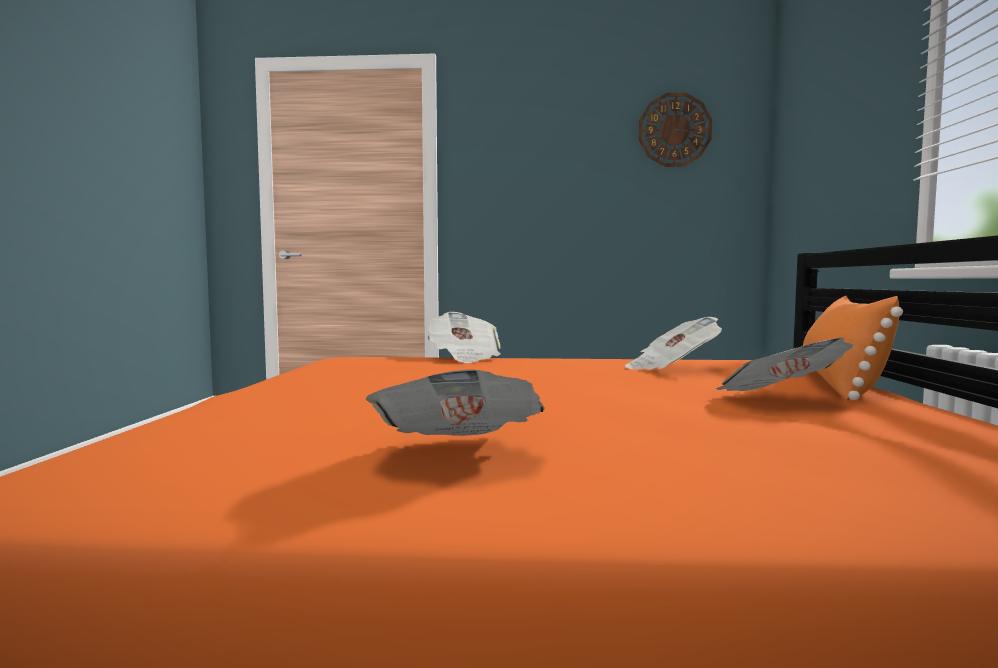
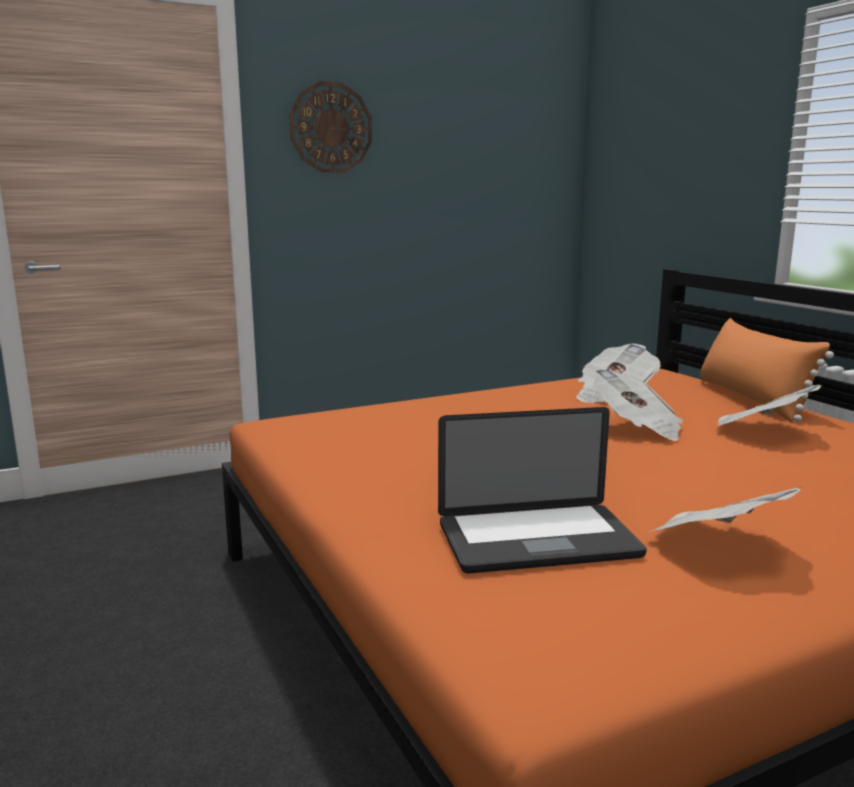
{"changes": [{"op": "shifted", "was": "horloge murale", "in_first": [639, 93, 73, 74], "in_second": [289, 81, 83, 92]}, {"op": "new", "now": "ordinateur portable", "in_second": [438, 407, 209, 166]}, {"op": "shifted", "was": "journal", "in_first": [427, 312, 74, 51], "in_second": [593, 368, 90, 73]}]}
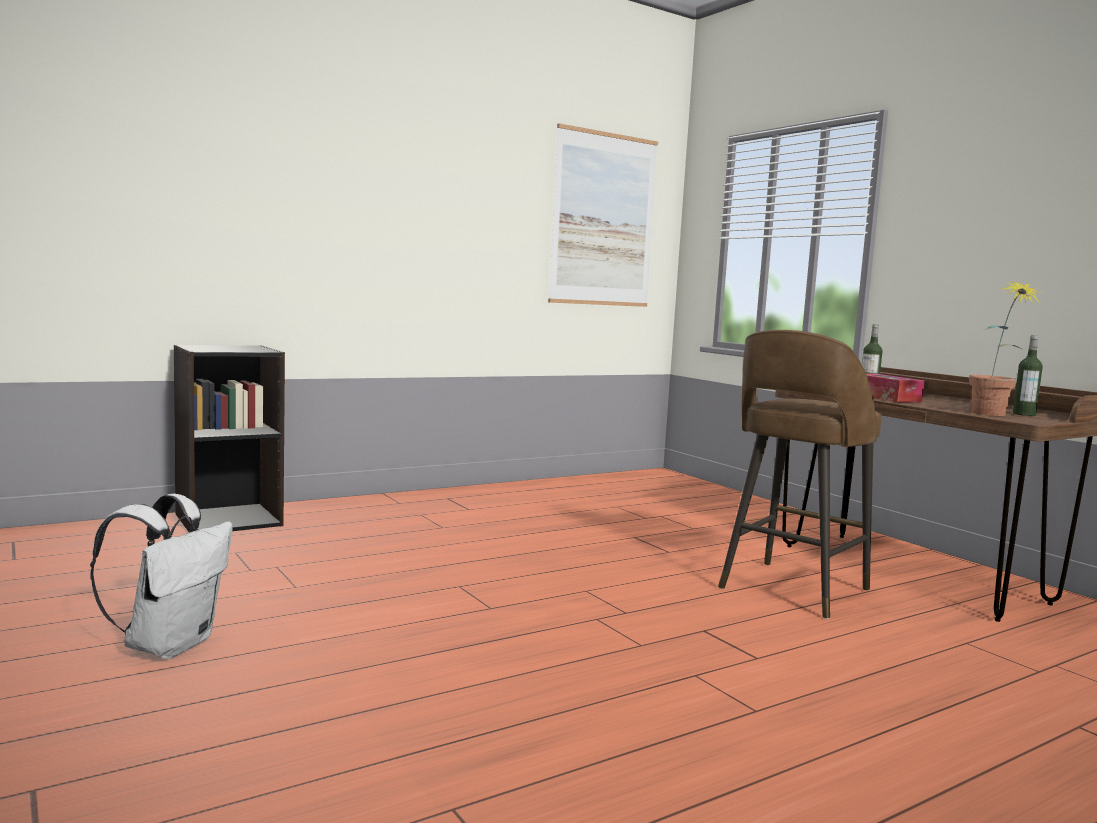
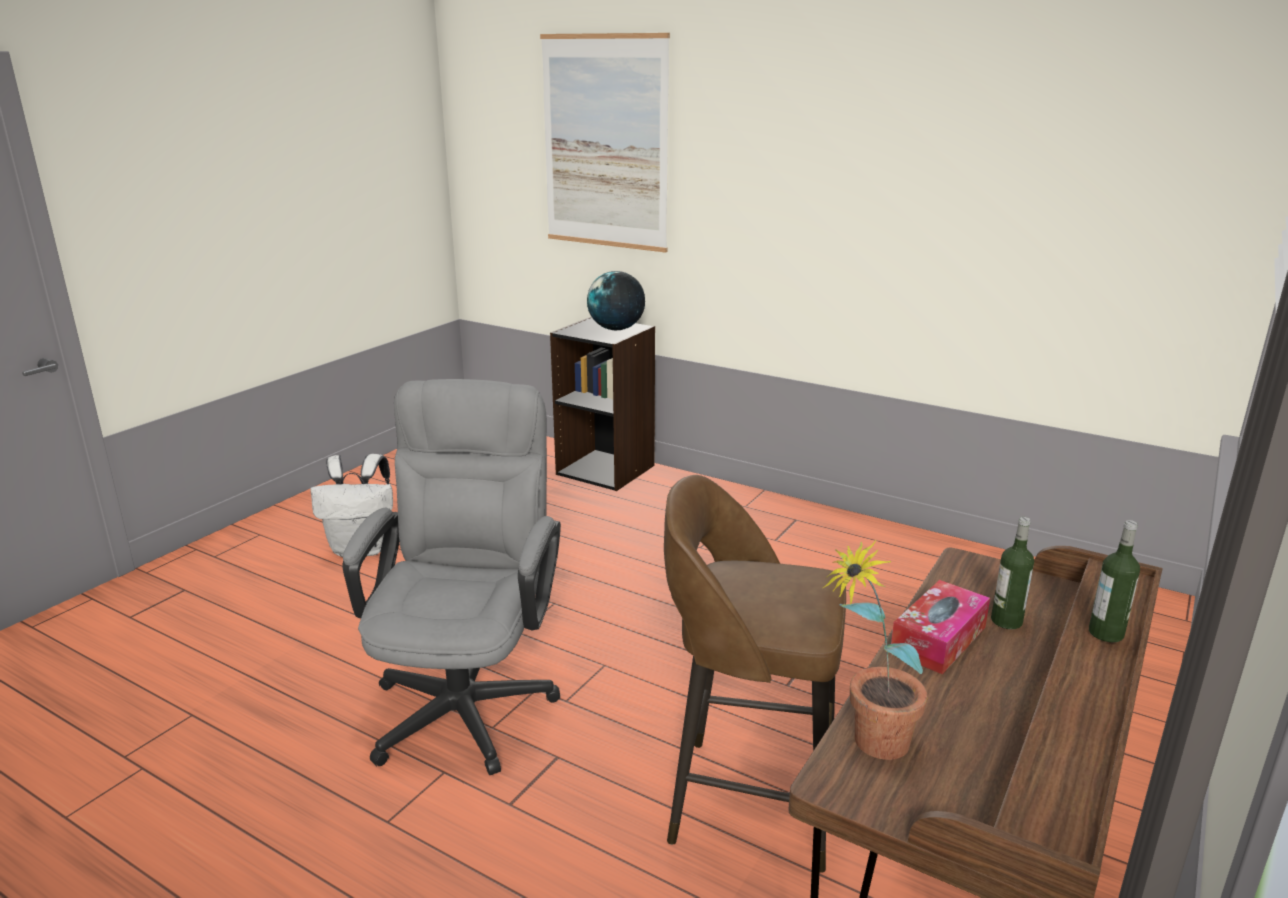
{"changes": [{"op": "new", "now": "chaise de bureau (gris)", "in_second": [343, 379, 218, 396]}, {"op": "shifted", "was": "tableau", "in_first": [548, 123, 110, 184], "in_second": [540, 33, 130, 220]}, {"op": "new", "now": "globe", "in_second": [587, 271, 58, 59]}, {"op": "shifted", "was": "bouteille", "in_first": [1013, 335, 30, 81], "in_second": [1089, 520, 51, 122]}]}
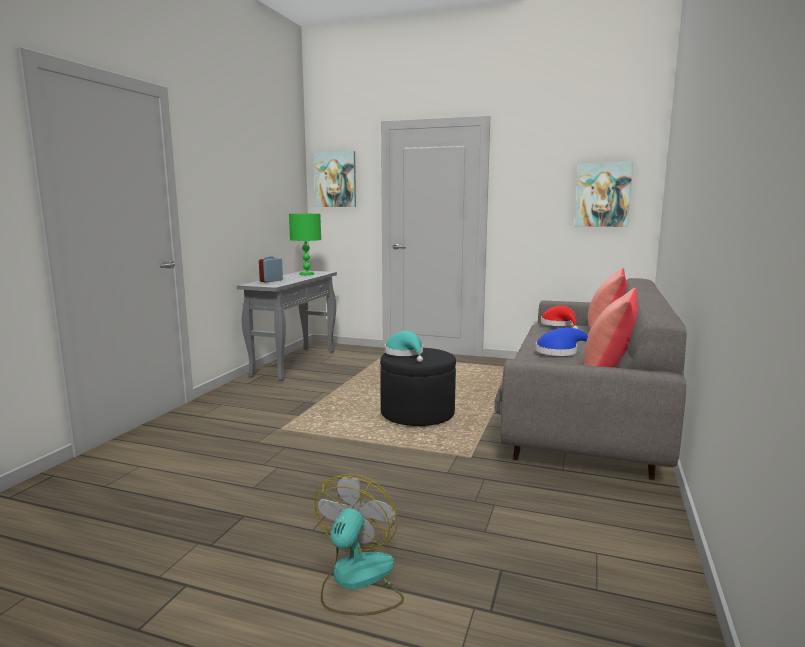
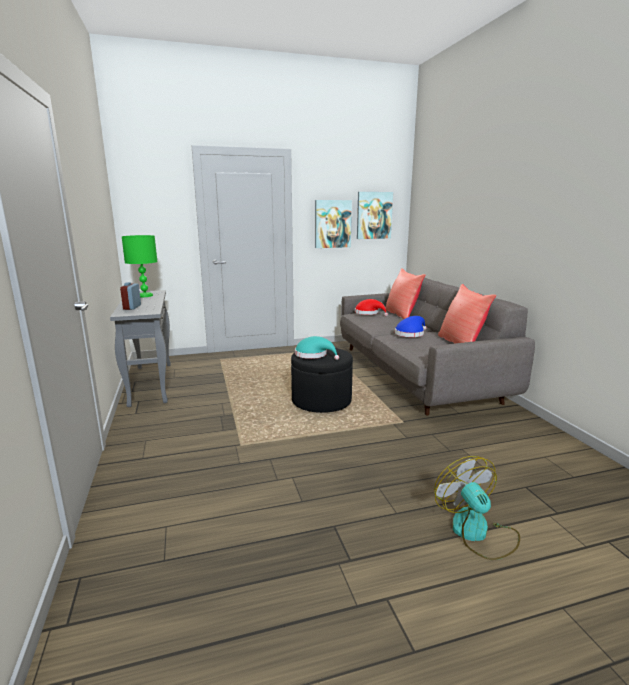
{"changes": [{"op": "shifted", "was": "tableau", "in_first": [314, 151, 42, 56], "in_second": [315, 200, 37, 48]}]}
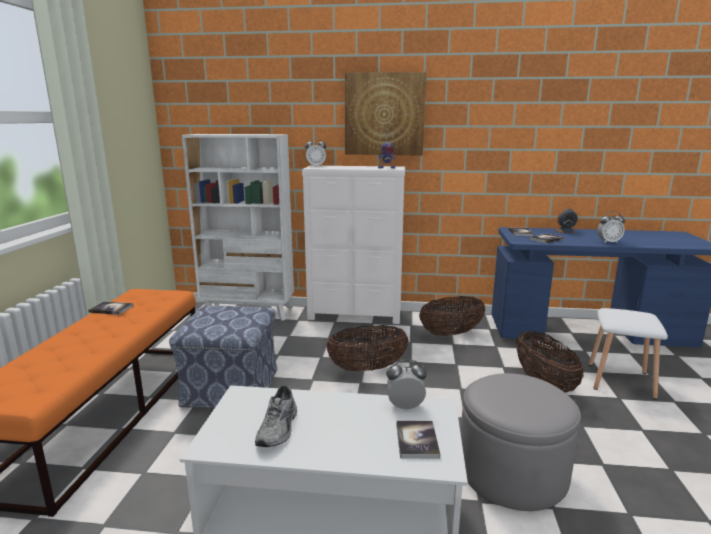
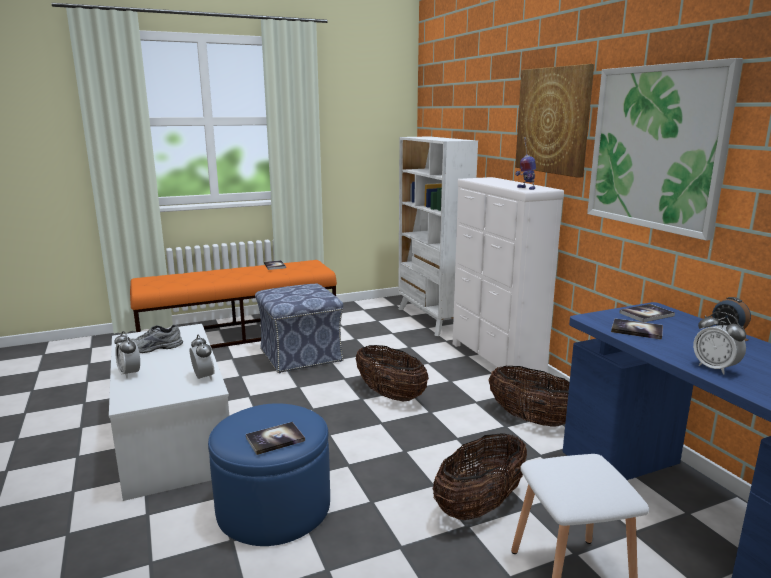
{"changes": [{"op": "shifted", "was": "réveil", "in_first": [305, 138, 21, 29], "in_second": [114, 331, 26, 47]}, {"op": "repainted", "was": "pouf (gris)", "now": "pouf (bleu)", "in_first": [461, 373, 120, 138], "in_second": [208, 403, 122, 143]}, {"op": "shifted", "was": "livre", "in_first": [396, 421, 44, 38], "in_second": [246, 422, 59, 33]}, {"op": "new", "now": "tableau", "in_second": [587, 58, 156, 183]}]}
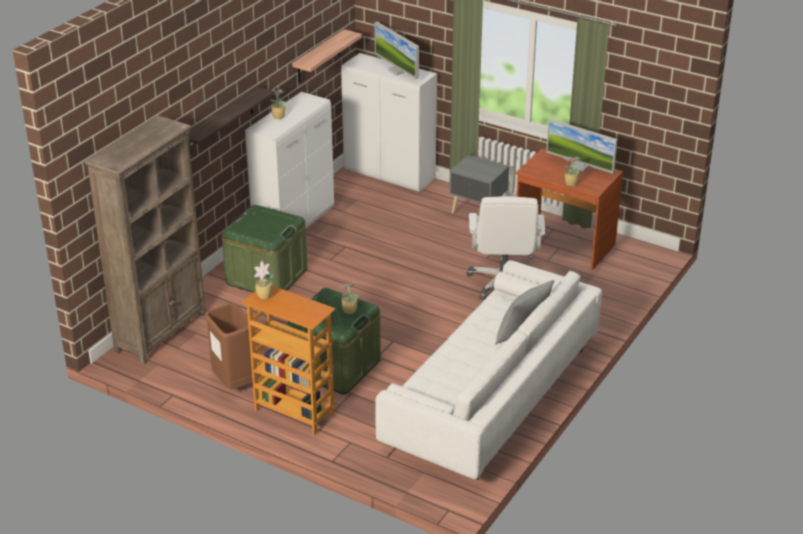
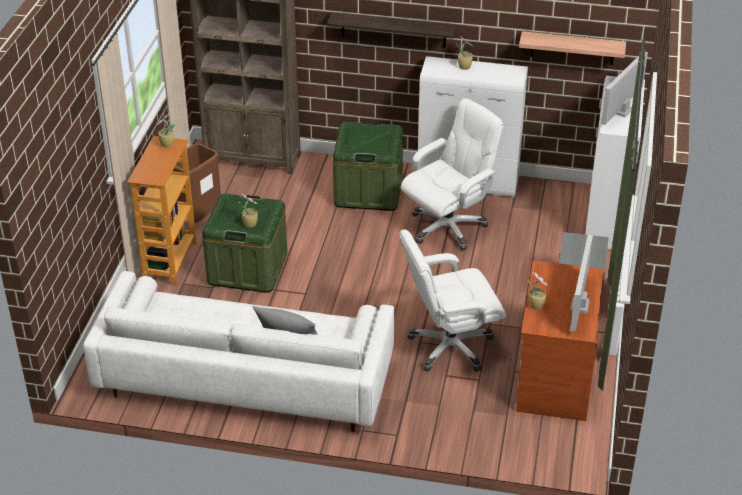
{"changes": [{"op": "new", "now": "chaise de bureau (blanc)", "in_second": [401, 98, 102, 152]}]}
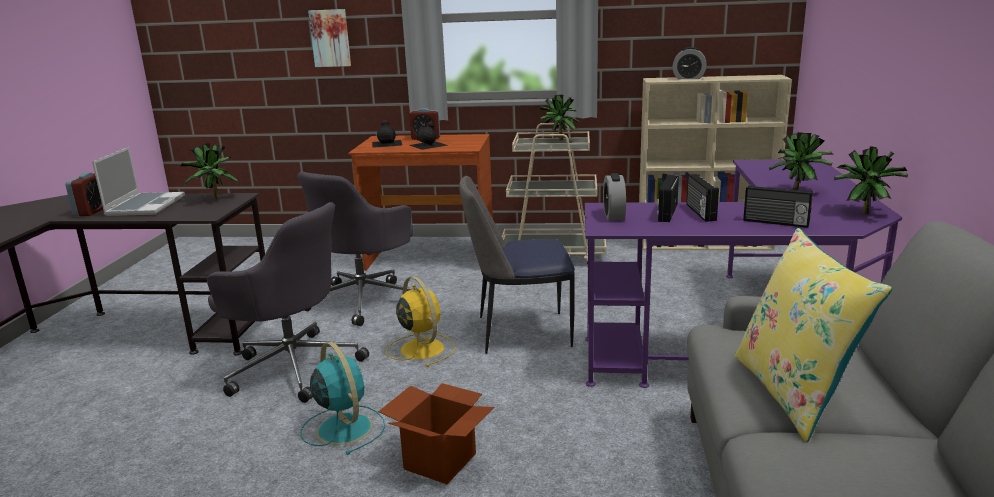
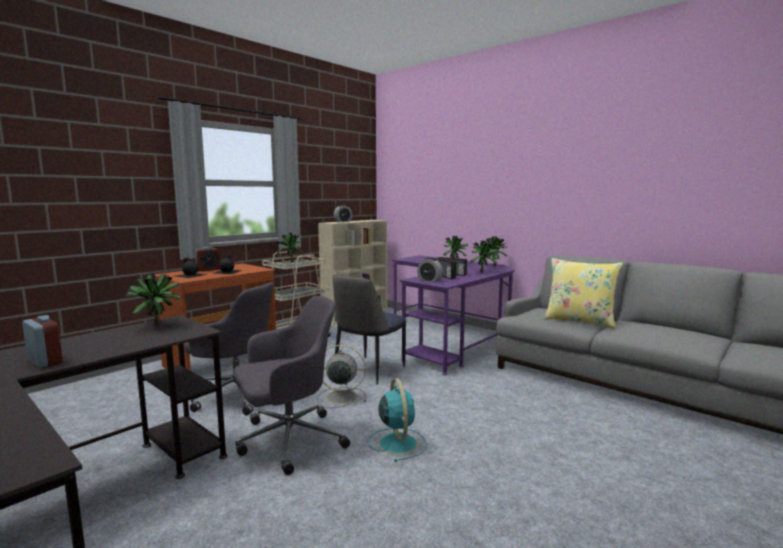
{"changes": [{"op": "rotated", "was": "chaise de bureau (gris)", "in_first": [297, 172, 116, 154], "in_second": [184, 282, 90, 133], "clockwise": -45}, {"op": "repainted", "was": "ventilateur (jaune)", "now": "ventilateur (gris)", "in_first": [386, 276, 70, 91], "in_second": [317, 345, 49, 63]}, {"op": "rotated", "was": "ventilateur (turquoise)", "in_first": [300, 342, 85, 113], "in_second": [368, 378, 58, 84], "clockwise": 75}, {"op": "swapped", "was": "radio", "now": "plante en pot", "in_first": [743, 185, 70, 43], "in_second": [471, 241, 28, 31]}, {"op": "gone", "was": "ordinateur portable", "in_first": [92, 147, 93, 69]}, {"op": "gone", "was": "tableau", "in_first": [308, 9, 43, 58]}, {"op": "gone", "was": "carton", "in_first": [378, 383, 117, 101]}]}
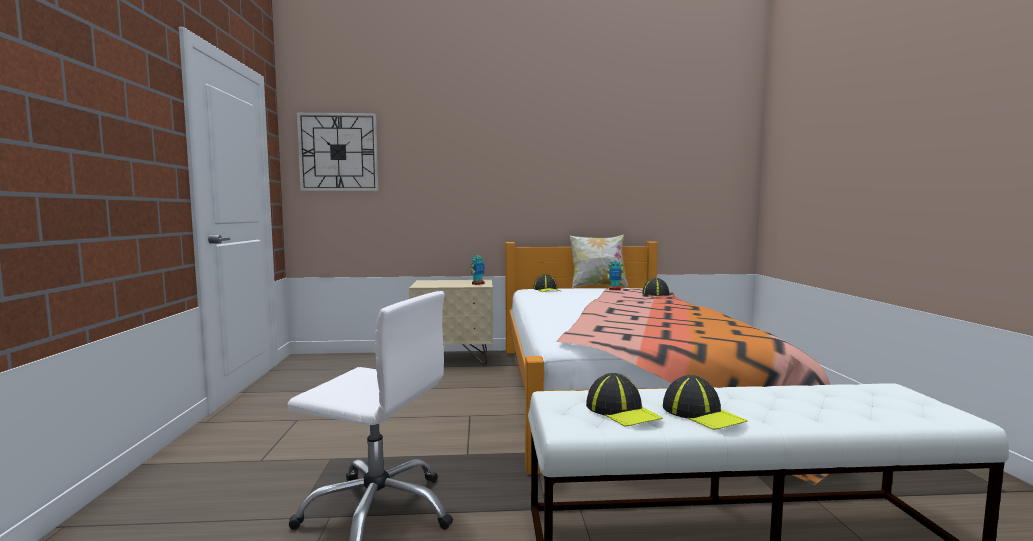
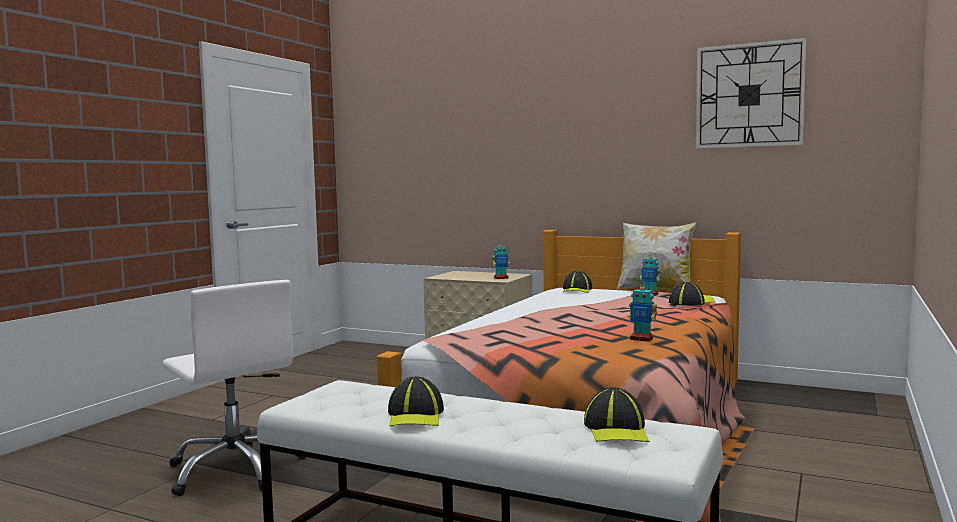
{"changes": [{"op": "shifted", "was": "casquette", "in_first": [586, 373, 77, 54], "in_second": [584, 387, 66, 55]}, {"op": "new", "now": "robot jouet", "in_second": [628, 283, 29, 59]}, {"op": "shifted", "was": "horloge murale", "in_first": [297, 112, 81, 79], "in_second": [696, 38, 111, 111]}]}
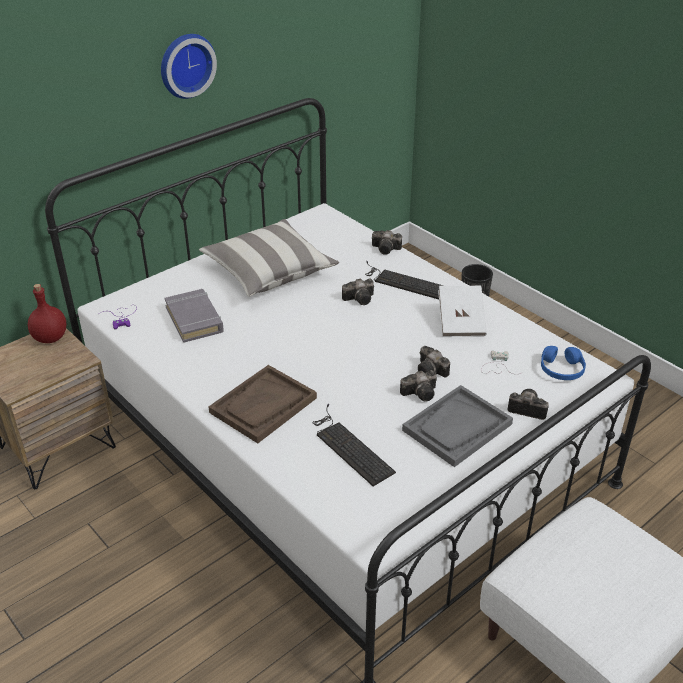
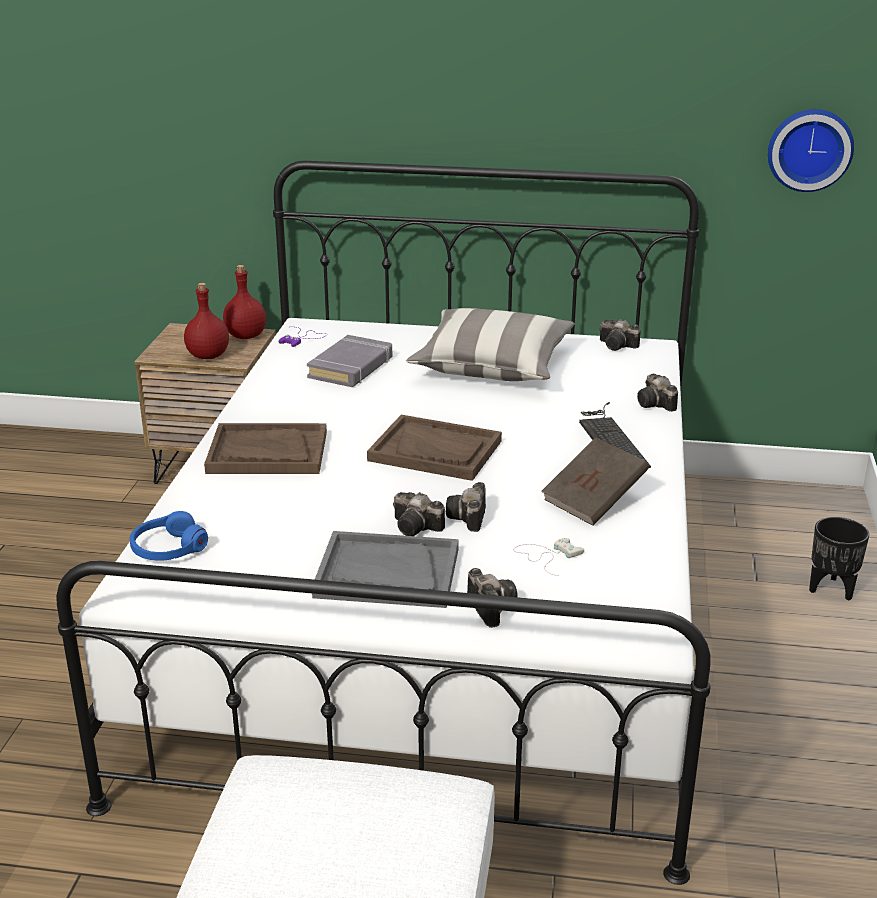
{"changes": [{"op": "shifted", "was": "casque audio (bleu)", "in_first": [541, 346, 45, 34], "in_second": [129, 511, 79, 50]}, {"op": "new", "now": "bouteille (rouge)", "in_second": [184, 283, 45, 76]}, {"op": "new", "now": "plateau (marron)", "in_second": [367, 415, 135, 66]}, {"op": "repainted", "was": "livre (blanc)", "now": "livre (marron)", "in_first": [438, 286, 49, 51], "in_second": [541, 437, 107, 89]}, {"op": "shifted", "was": "appareil photo", "in_first": [342, 278, 32, 27], "in_second": [599, 319, 42, 32]}, {"op": "shifted", "was": "horloge murale", "in_first": [161, 34, 56, 65], "in_second": [768, 109, 86, 83]}, {"op": "gone", "was": "clavier", "in_first": [312, 404, 84, 82]}]}
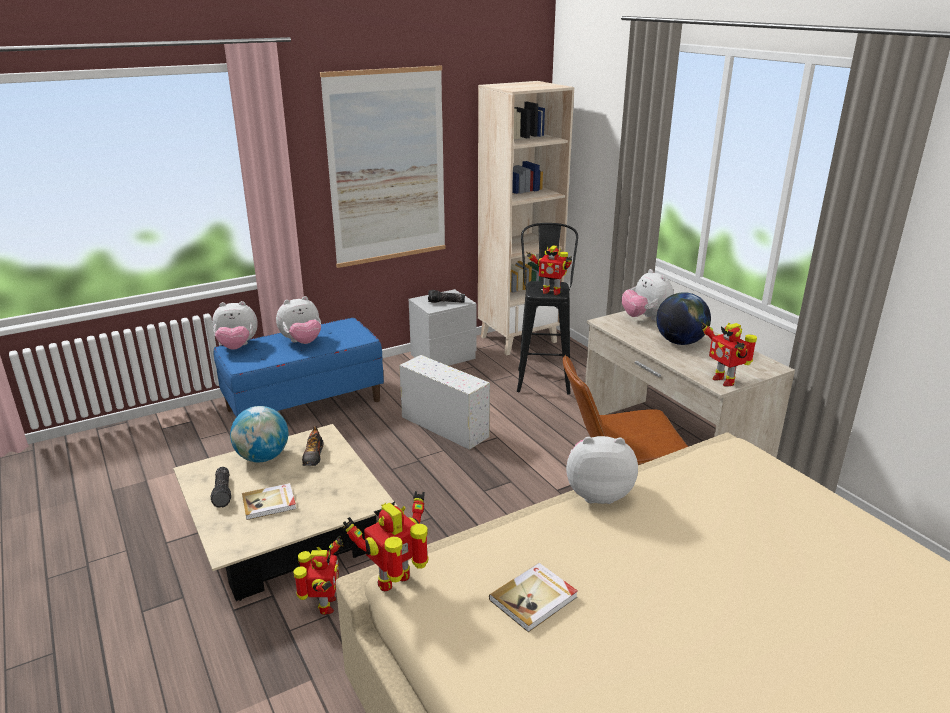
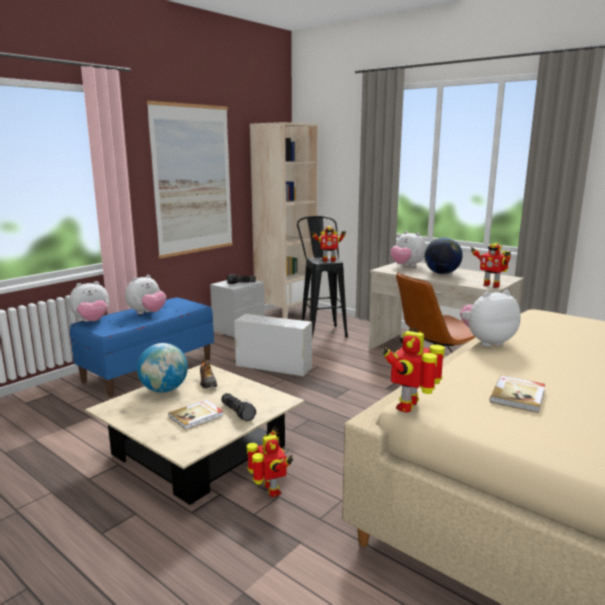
{"changes": [{"op": "shifted", "was": "lampe de poche", "in_first": [210, 467, 21, 41], "in_second": [221, 393, 35, 28]}]}
